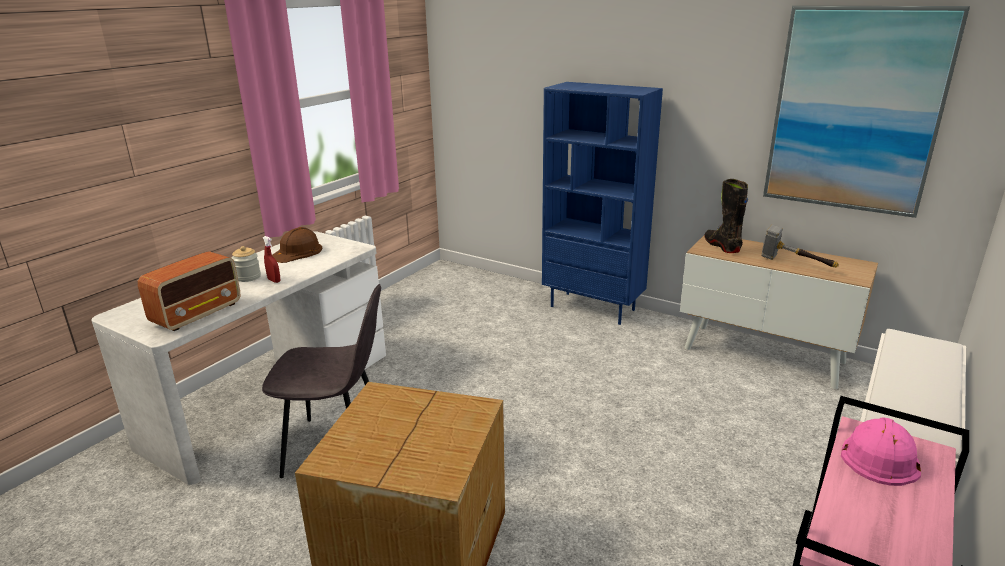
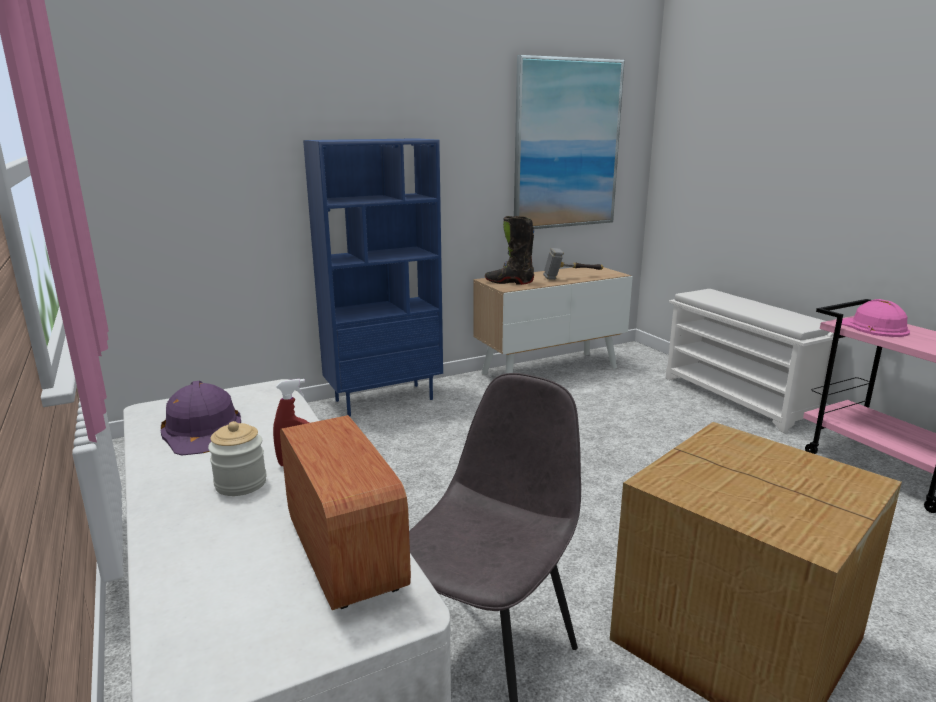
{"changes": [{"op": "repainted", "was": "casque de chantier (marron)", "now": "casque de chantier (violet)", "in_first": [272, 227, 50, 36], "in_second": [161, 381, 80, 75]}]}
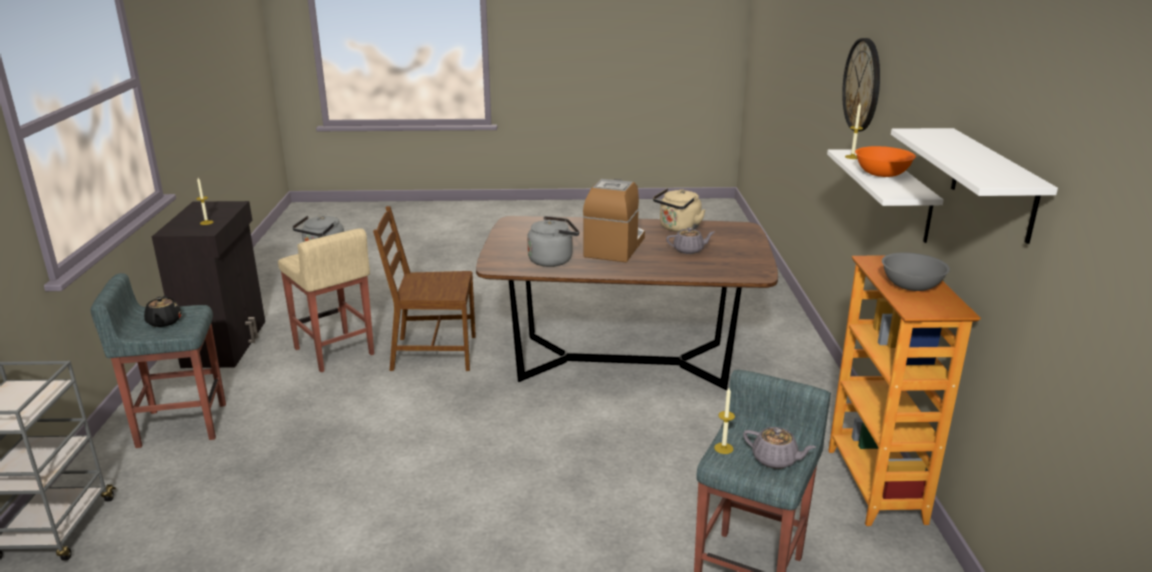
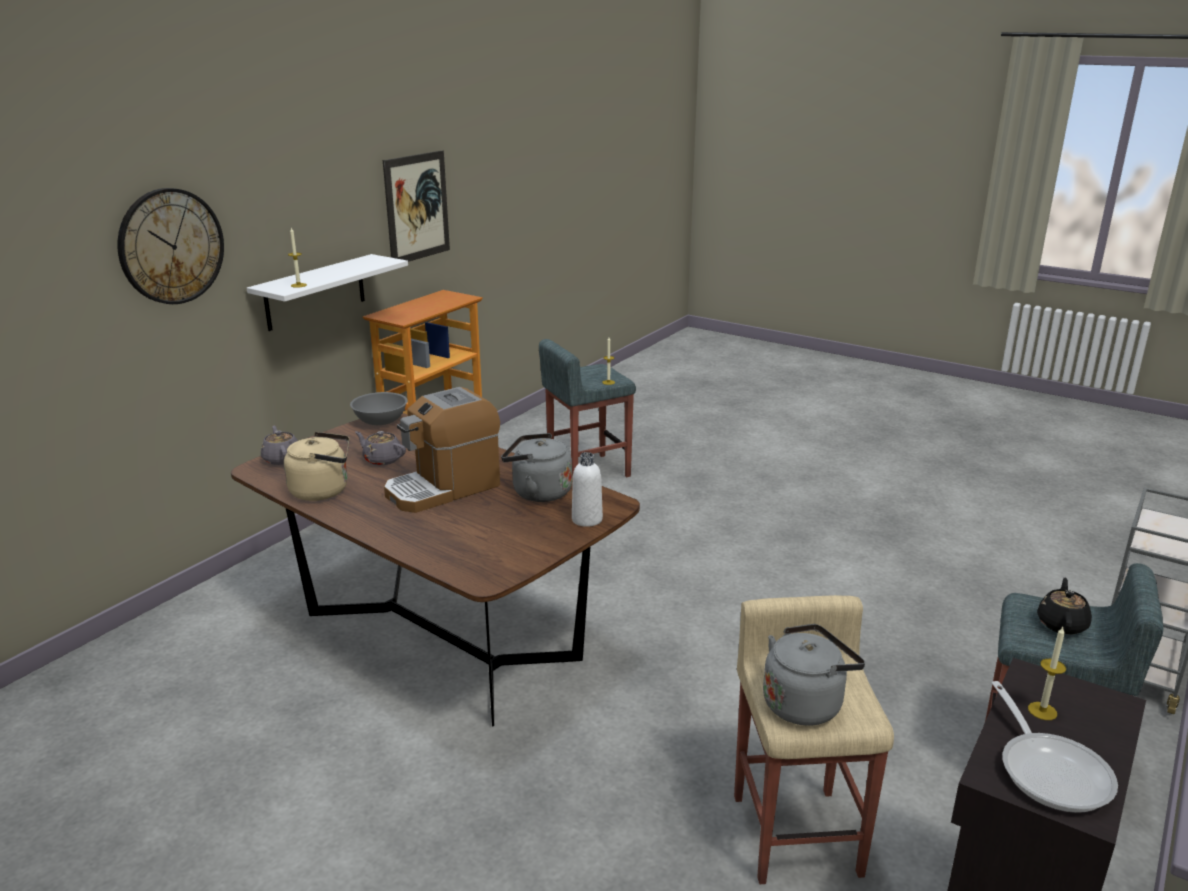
{"changes": [{"op": "shifted", "was": "théière (gris)", "in_first": [743, 427, 73, 42], "in_second": [261, 425, 37, 40]}, {"op": "shifted", "was": "bol (gris)", "in_first": [882, 253, 68, 38], "in_second": [350, 392, 58, 33]}, {"op": "swapped", "was": "étagère (blanc)", "now": "tableau", "in_first": [891, 128, 167, 116], "in_second": [383, 150, 67, 112]}, {"op": "new", "now": "bouteille (blanc)", "in_second": [572, 452, 31, 75]}, {"op": "new", "now": "poêle", "in_second": [992, 681, 126, 132]}, {"op": "gone", "was": "chaise (marron)", "in_first": [373, 206, 103, 165]}, {"op": "gone", "was": "bol (orange)", "in_first": [855, 146, 61, 31]}]}
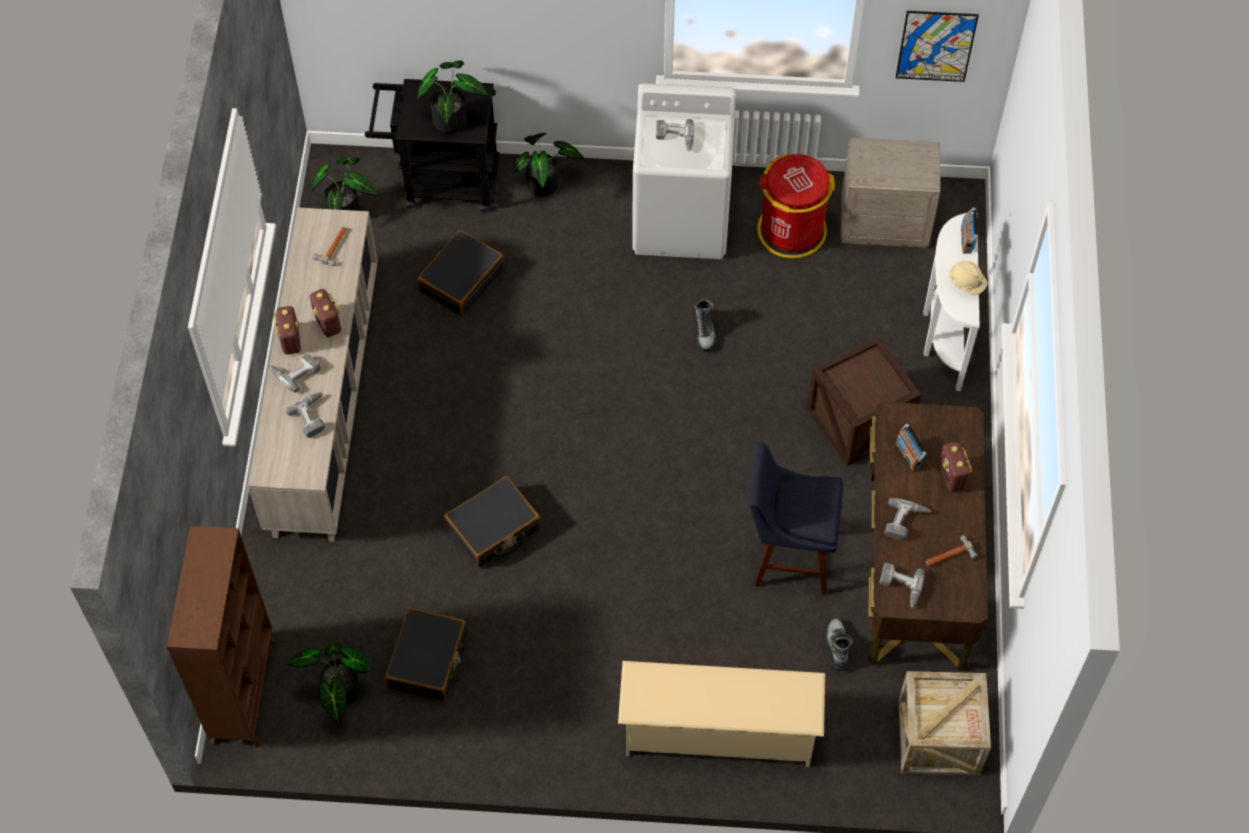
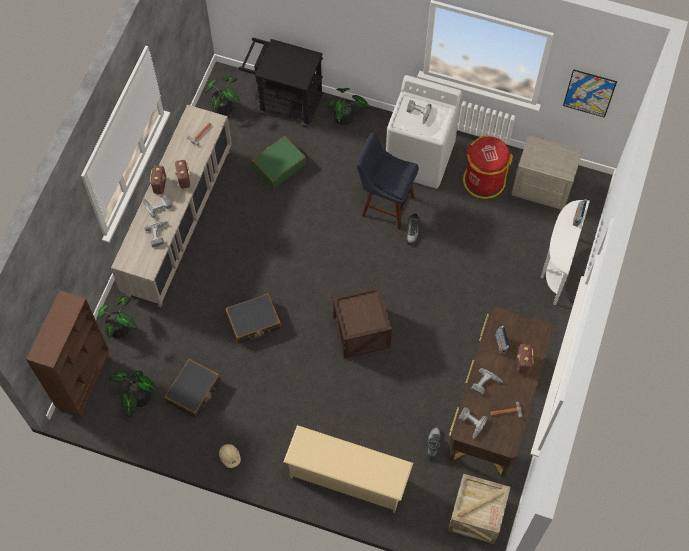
{"changes": [{"op": "shifted", "was": "plante en pot", "in_first": [417, 60, 72, 73], "in_second": [96, 296, 41, 43]}, {"op": "shifted", "was": "casque de chantier (beige)", "in_first": [949, 261, 38, 34], "in_second": [219, 444, 22, 24]}, {"op": "repainted", "was": "valise (noir)", "now": "valise (vert)", "in_first": [417, 230, 87, 86], "in_second": [252, 136, 54, 52]}, {"op": "shifted", "was": "caisse", "in_first": [807, 337, 114, 129], "in_second": [333, 286, 59, 72]}, {"op": "shifted", "was": "tabouret (bleu)", "in_first": [749, 442, 94, 153], "in_second": [356, 132, 63, 98]}]}
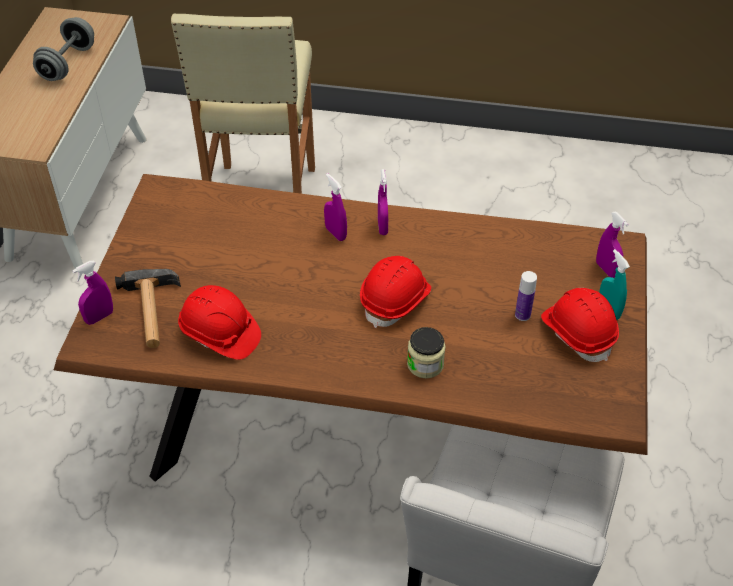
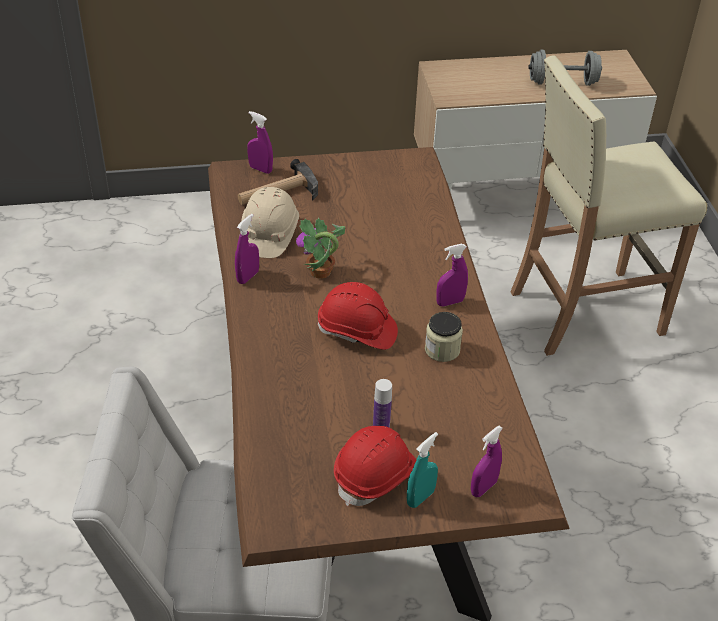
{"changes": [{"op": "shifted", "was": "vaporisateur (violet)", "in_first": [324, 173, 23, 68], "in_second": [235, 214, 24, 70]}, {"op": "repainted", "was": "casque de chantier (rouge)", "now": "casque de chantier (beige)", "in_first": [178, 285, 83, 75], "in_second": [241, 187, 58, 71]}, {"op": "new", "now": "plante en pot", "in_second": [296, 218, 49, 61]}, {"op": "shifted", "was": "bocal", "in_first": [407, 327, 39, 51], "in_second": [425, 312, 38, 50]}]}
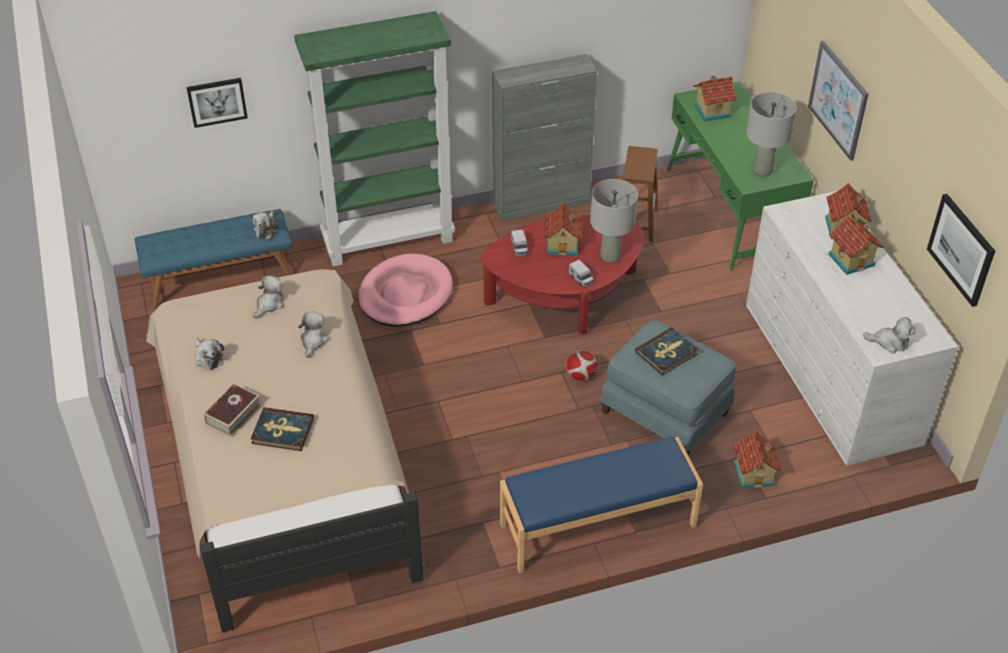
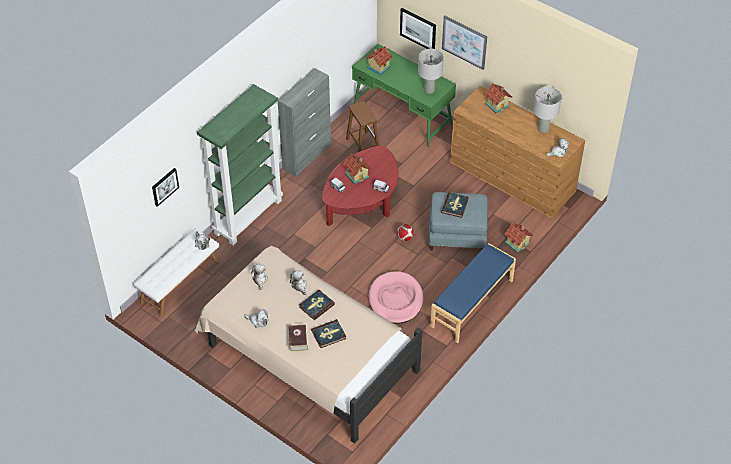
{"changes": [{"op": "repainted", "was": "banc (bleu)", "now": "banc (blanc)", "in_first": [134, 209, 158, 99], "in_second": [133, 229, 86, 88]}, {"op": "new", "now": "livre", "in_second": [299, 290, 36, 30]}, {"op": "shifted", "was": "panier pour chien (rose)", "in_first": [358, 253, 95, 74], "in_second": [369, 271, 54, 53]}, {"op": "shifted", "was": "tableau", "in_first": [927, 194, 68, 113], "in_second": [400, 8, 36, 41]}, {"op": "repainted", "was": "commode (blanc)", "now": "commode (marron)", "in_first": [746, 191, 212, 275], "in_second": [450, 86, 135, 132]}, {"op": "shifted", "was": "lampe de table (gris)", "in_first": [590, 179, 48, 84], "in_second": [533, 87, 29, 46]}, {"op": "gone", "was": "maison miniature", "in_first": [828, 215, 56, 60]}]}
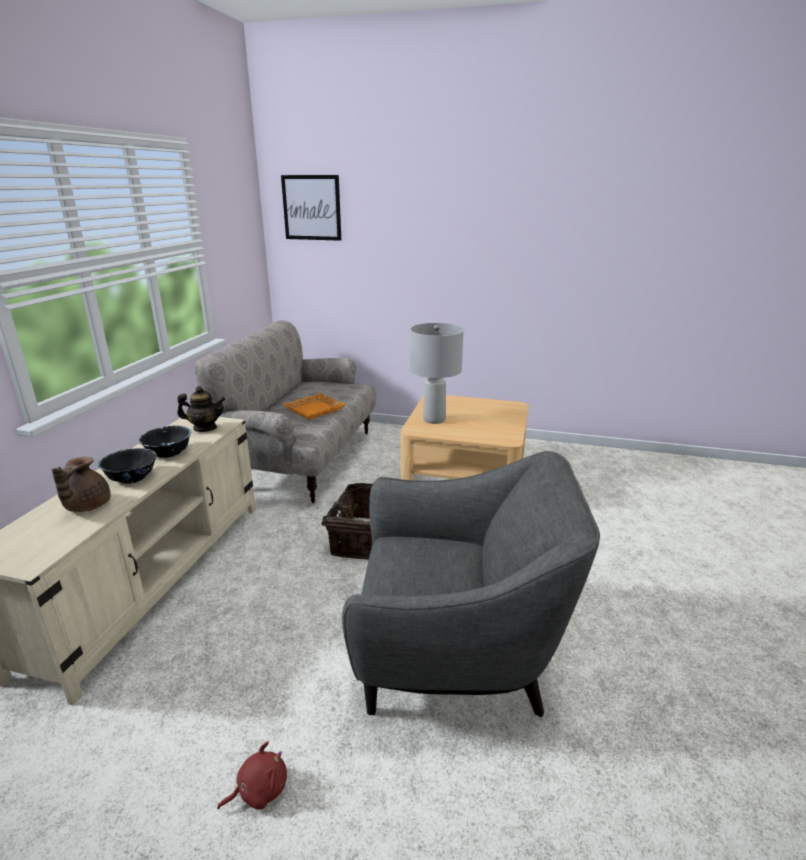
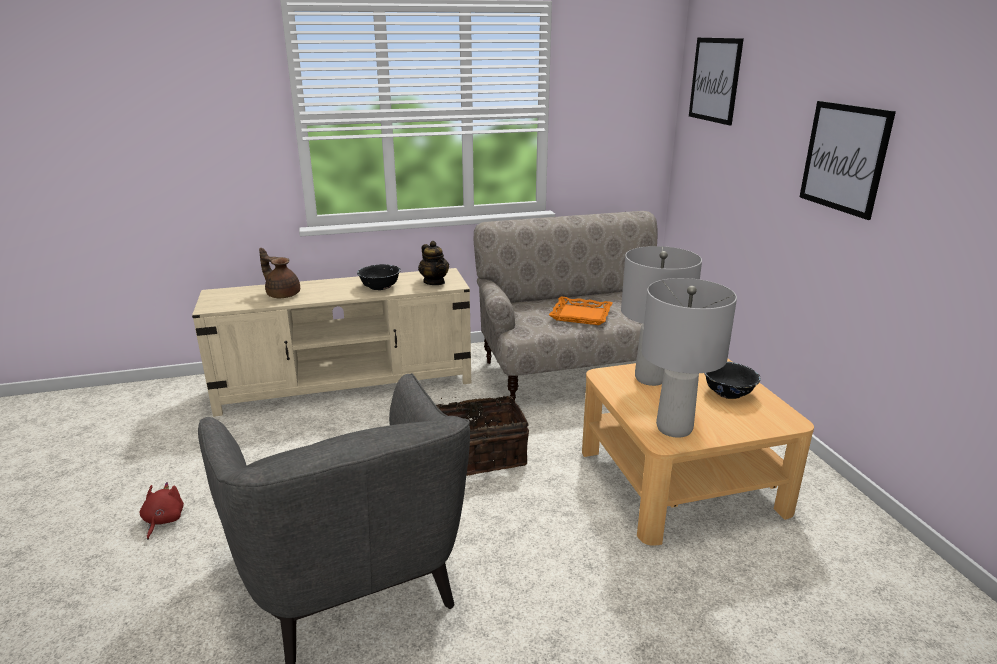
{"changes": [{"op": "rotated", "was": "peluche (rouge)", "in_first": [217, 741, 70, 69], "in_second": [140, 482, 44, 58], "clockwise": -120}, {"op": "rotated", "was": "théière (marron)", "in_first": [52, 457, 59, 55], "in_second": [259, 248, 41, 50], "clockwise": 60}, {"op": "new", "now": "lampe de table (gris)", "in_second": [641, 278, 96, 160]}, {"op": "shifted", "was": "bol (noir)", "in_first": [97, 448, 60, 36], "in_second": [704, 361, 57, 38]}, {"op": "new", "now": "tableau", "in_second": [800, 101, 96, 119]}]}
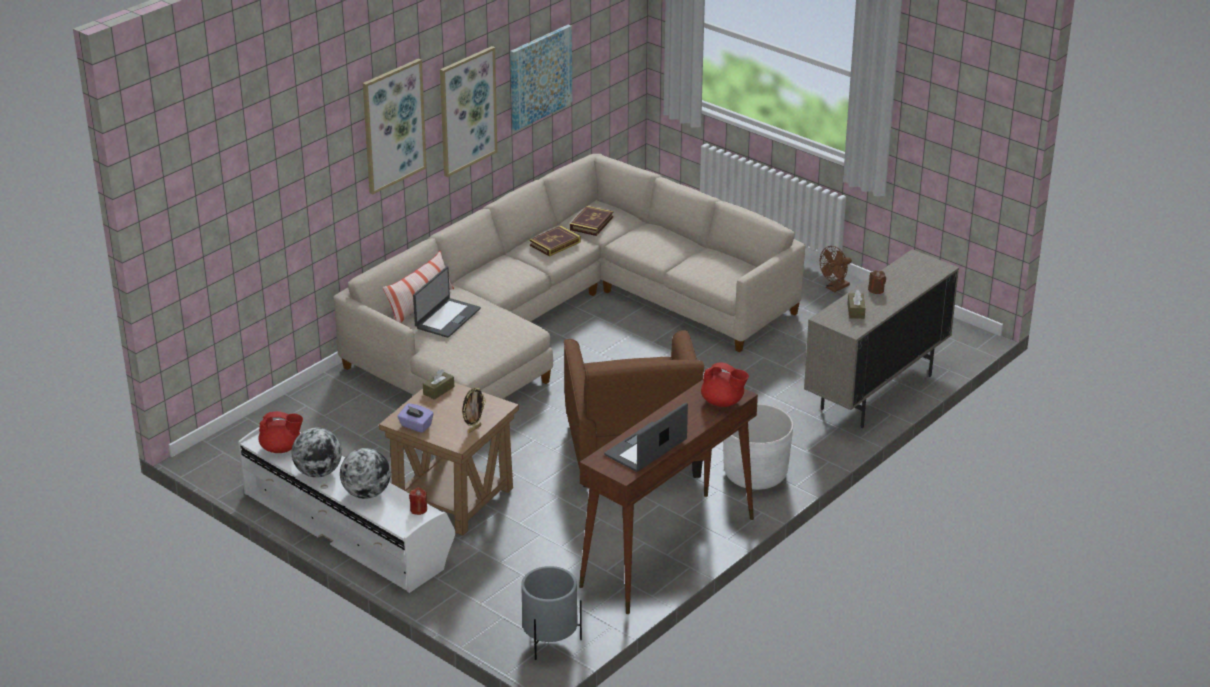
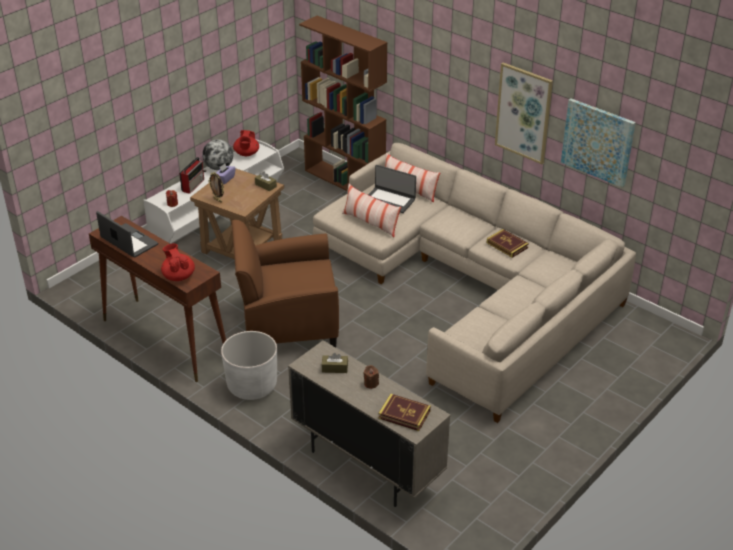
{"changes": [{"op": "rotated", "was": "théière (rouge)", "in_first": [701, 362, 48, 45], "in_second": [161, 243, 34, 38], "clockwise": 120}, {"op": "swapped", "was": "globe", "now": "radio", "in_first": [340, 448, 51, 51], "in_second": [179, 157, 25, 37]}, {"op": "new", "now": "bibliothèque (marron)", "in_second": [299, 16, 88, 175]}, {"op": "new", "now": "coussin", "in_second": [342, 184, 59, 53]}, {"op": "shifted", "was": "livre", "in_first": [570, 206, 43, 30], "in_second": [378, 394, 53, 37]}, {"op": "gone", "was": "tableau", "in_first": [363, 58, 64, 137]}, {"op": "gone", "was": "cache-pot (gris)", "in_first": [521, 566, 61, 94]}, {"op": "gone", "was": "ventilateur (marron)", "in_first": [820, 246, 32, 46]}]}
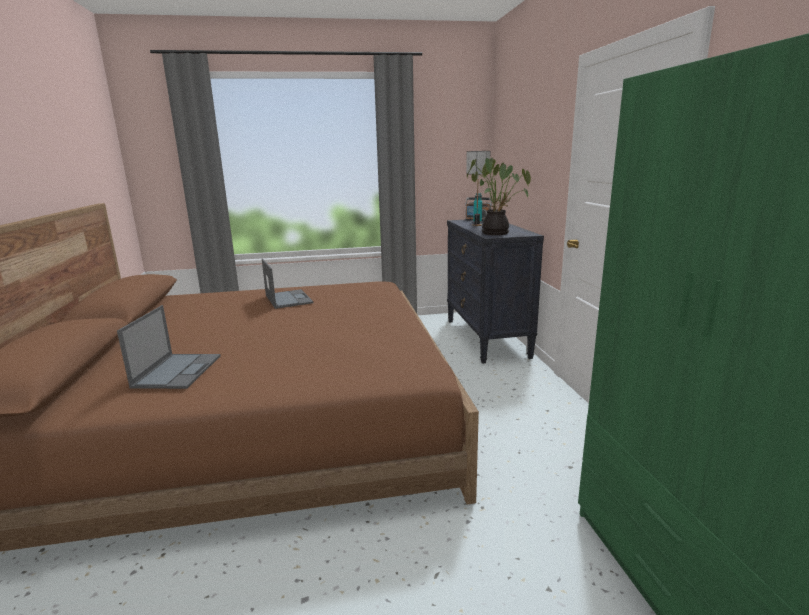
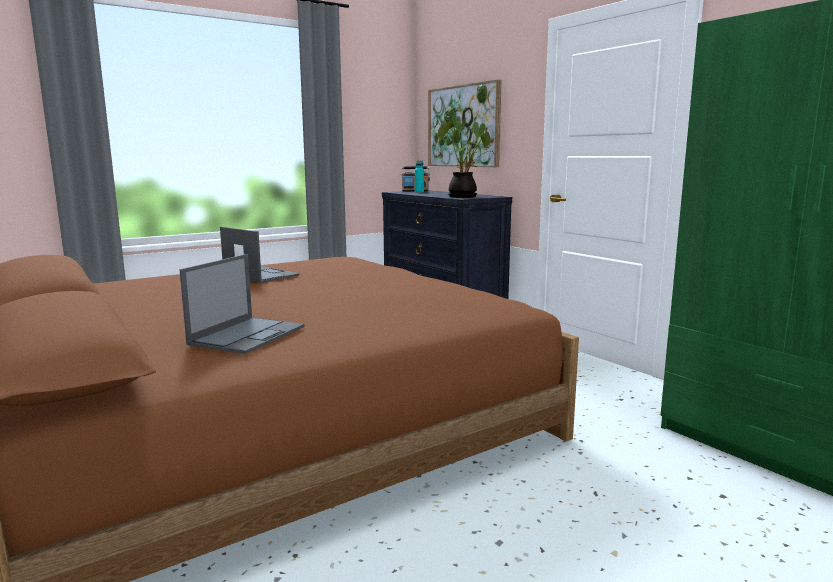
{"changes": [{"op": "rotated", "was": "ordinateur portable", "in_first": [117, 305, 104, 84], "in_second": [179, 254, 125, 100], "clockwise": 45}, {"op": "new", "now": "tableau", "in_second": [428, 80, 73, 87]}, {"op": "gone", "was": "lampe de table", "in_first": [466, 151, 24, 75]}]}
